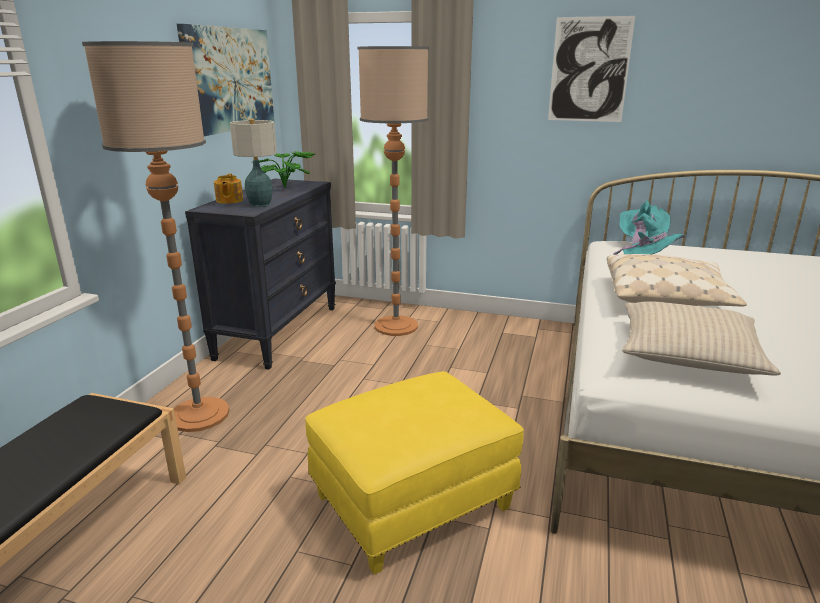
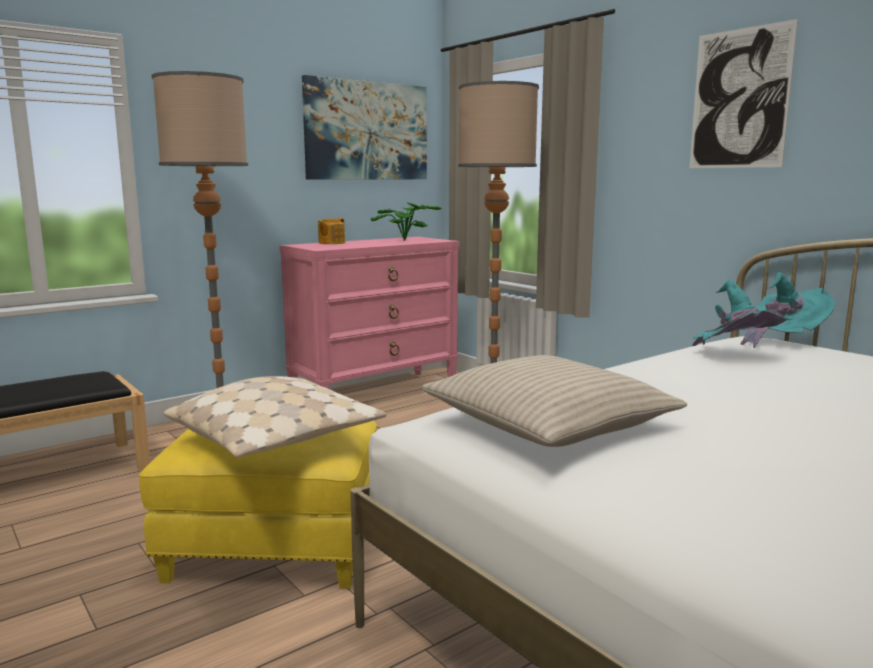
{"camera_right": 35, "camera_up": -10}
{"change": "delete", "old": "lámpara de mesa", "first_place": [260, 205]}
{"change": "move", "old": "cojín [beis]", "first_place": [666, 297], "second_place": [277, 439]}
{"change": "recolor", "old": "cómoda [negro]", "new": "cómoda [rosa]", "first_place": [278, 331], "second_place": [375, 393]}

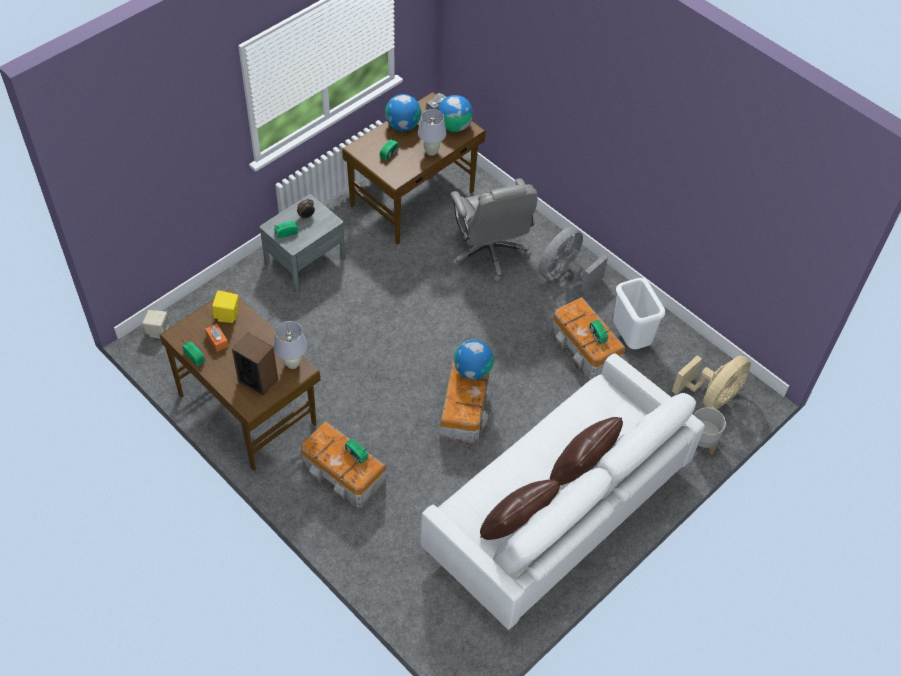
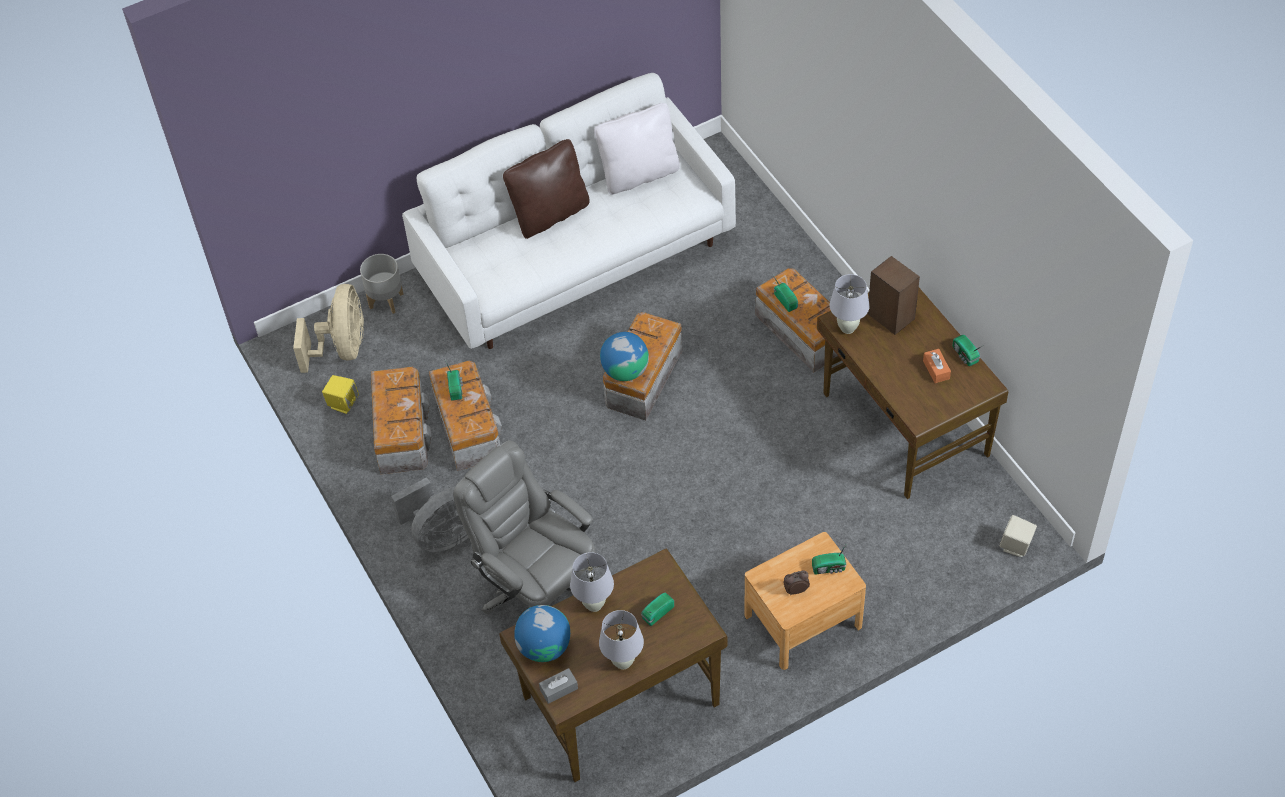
{"camera_right": -160, "camera_up": 0}
{"change": "move", "old": "altavoz [amarillo]", "first_place": [227, 315], "second_place": [343, 403]}
{"change": "replace", "old": "globo terráqueo", "new": "lámpara de mesa [blanco]", "first_place": [403, 125], "second_place": [623, 662]}
{"change": "replace", "old": "papelera [blanco]", "new": "caja de almacenaje", "first_place": [631, 339], "second_place": [402, 432]}
{"change": "recolor", "old": "mesita de noche [gris]", "new": "mesita de noche [marrón]", "first_place": [305, 260], "second_place": [803, 621]}
{"change": "recolor", "old": "cojín [marrón]", "new": "cojín [blanco]", "first_place": [516, 526], "second_place": [639, 174]}
{"change": "rotate", "old": "silla de oficina [gris]", "first_place": [489, 252], "second_place": [537, 588], "degrees": -45}
{"change": "rotate", "old": "ventilador [beis]", "first_place": [712, 397], "second_place": [342, 348], "degrees": 120}

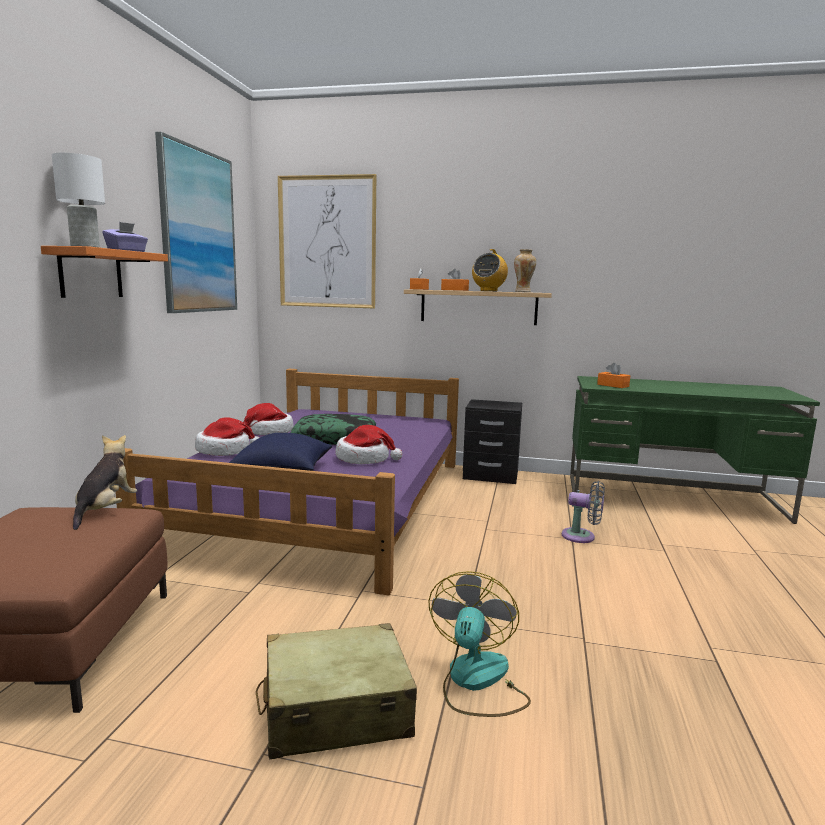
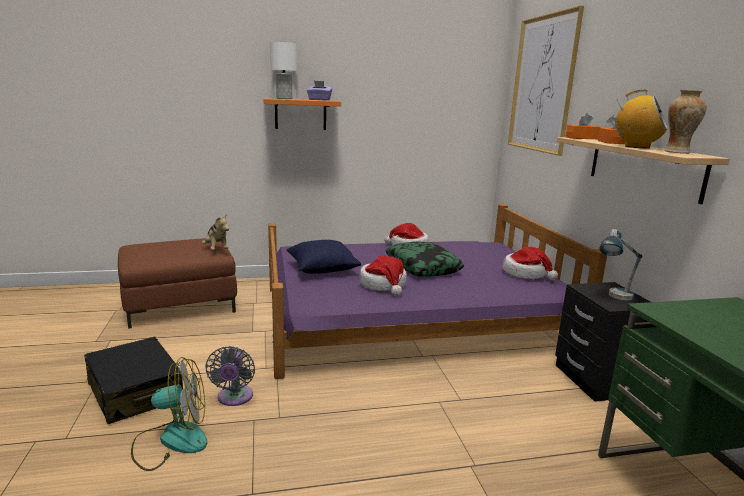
{"camera_right": 65, "camera_up": 5}
{"change": "delete", "old": "cuadro", "first_place": [198, 231]}
{"change": "delete", "old": "caja de pañuelos [naranja]", "first_place": [613, 385]}
{"change": "insert", "new": "lámpara de mesa", "second_place": [614, 297]}
{"change": "move", "old": "sombrero", "first_place": [225, 451], "second_place": [525, 273]}
{"change": "move", "old": "ventilador [gris]", "first_place": [582, 537], "second_place": [234, 398]}
{"change": "recolor", "old": "maleta [beis]", "new": "maleta [negro]", "first_place": [335, 709], "second_place": [135, 392]}
{"change": "rotate", "old": "peluche", "first_place": [105, 510], "second_place": [216, 249], "degrees": 75}
{"change": "rotate", "old": "radio", "first_place": [488, 291], "second_place": [636, 147], "degrees": -150}

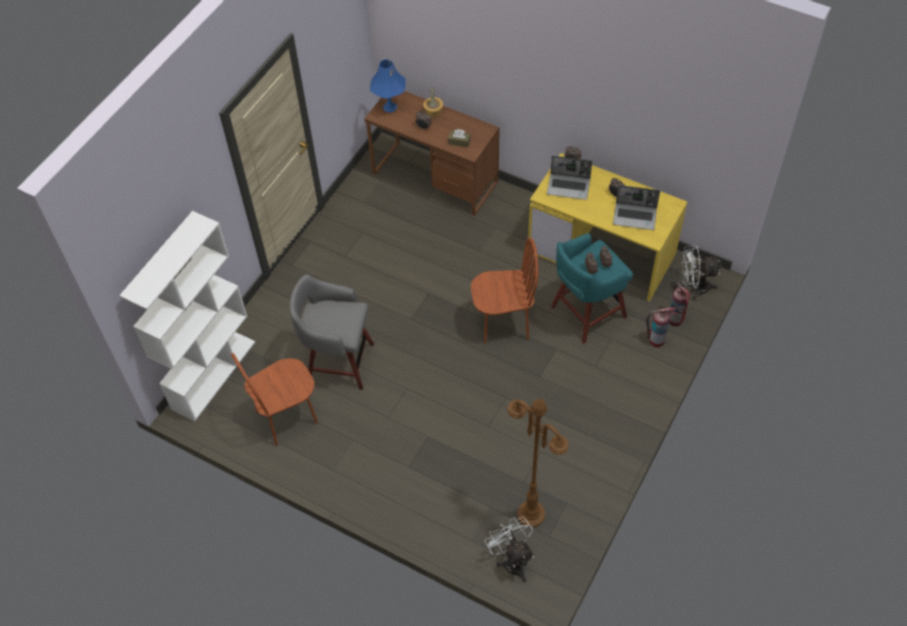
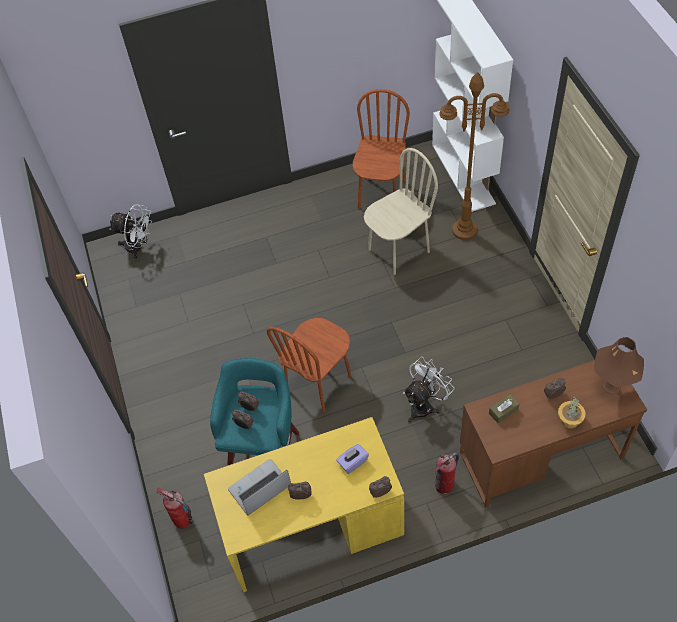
{"camera_right": 135, "camera_up": 0}
{"change": "move", "old": "lámpara de pie [marrón]", "first_place": [531, 515], "second_place": [464, 230]}
{"change": "move", "old": "extintor", "first_place": [656, 340], "second_place": [444, 485]}
{"change": "move", "old": "ventilador [blanco]", "first_place": [694, 287], "second_place": [424, 405]}
{"change": "replace", "old": "taburete [gris]", "new": "silla [beis]", "first_place": [338, 362], "second_place": [398, 250]}
{"change": "replace", "old": "portátil", "new": "caja de pañuelos [morado]", "first_place": [569, 187], "second_place": [352, 462]}
{"change": "recolor", "old": "lámpara de mesa [azul]", "new": "lámpara de mesa [marrón]", "first_place": [390, 107], "second_place": [611, 386]}

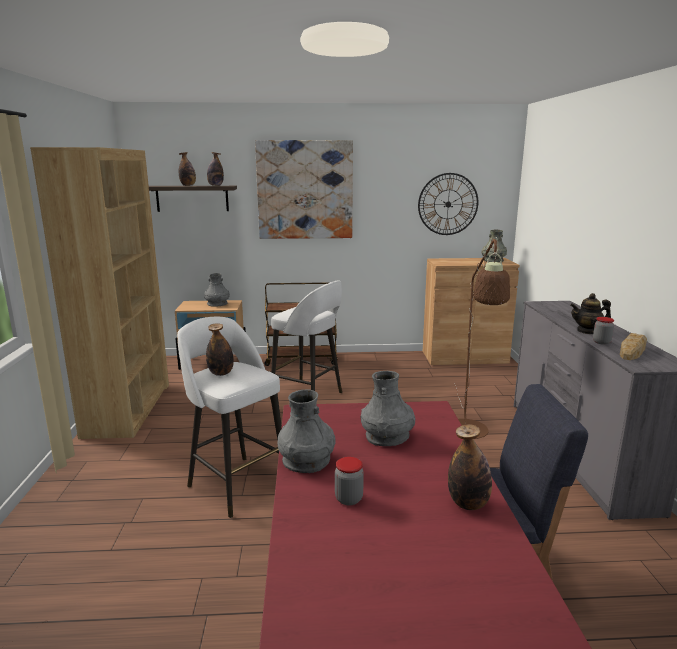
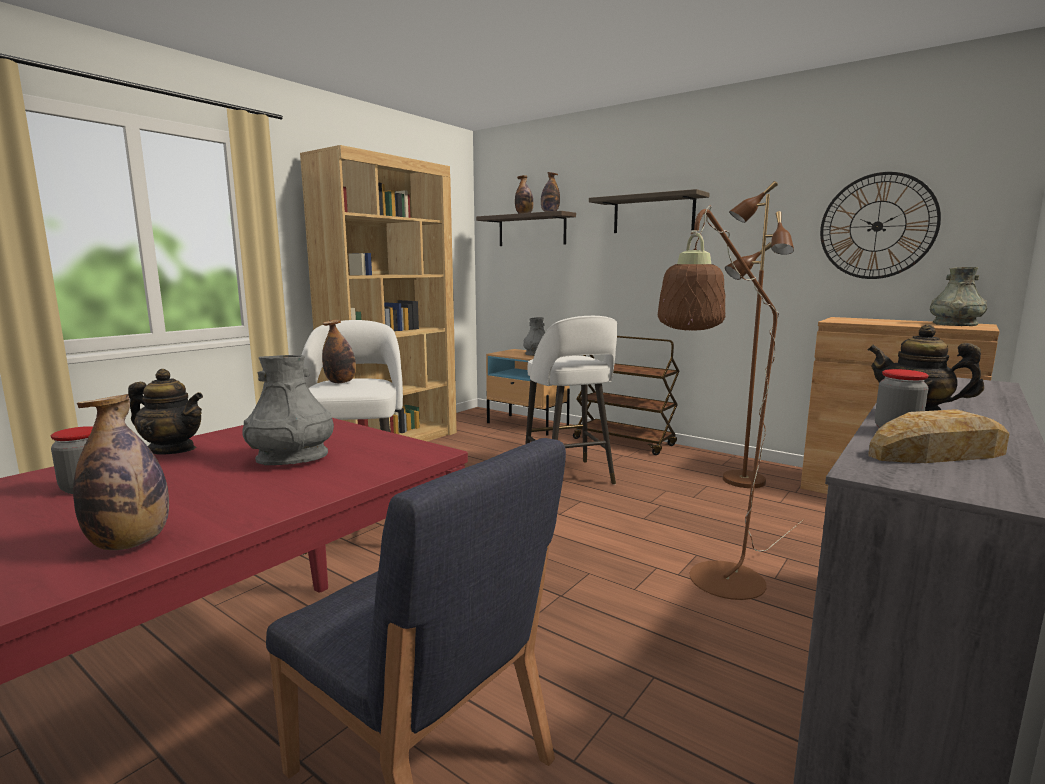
{"camera_right": 40, "camera_up": -5}
{"change": "insert", "new": "lámpara de pie [marrón]", "second_place": [742, 481]}
{"change": "replace", "old": "cuadro", "new": "estante", "first_place": [305, 190], "second_place": [653, 214]}
{"change": "replace", "old": "florero [gris]", "new": "tetera", "first_place": [306, 460], "second_place": [172, 450]}

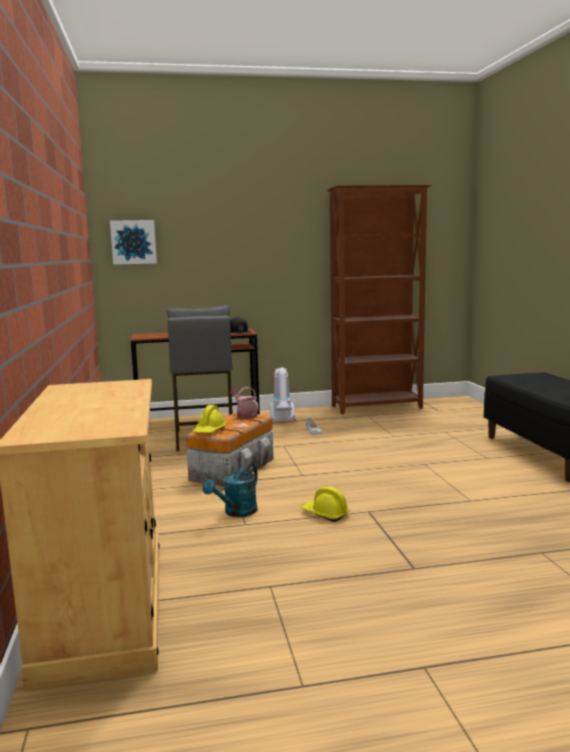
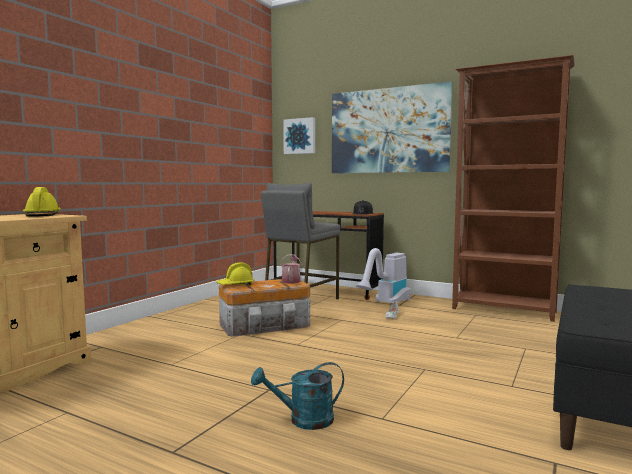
{"camera_right": 40, "camera_up": -5}
{"change": "insert", "new": "cuadro", "second_place": [388, 131]}
{"change": "move", "old": "regadera [turquesa]", "first_place": [236, 512], "second_place": [303, 420]}
{"change": "move", "old": "casco [amarillo]", "first_place": [325, 514], "second_place": [43, 215]}

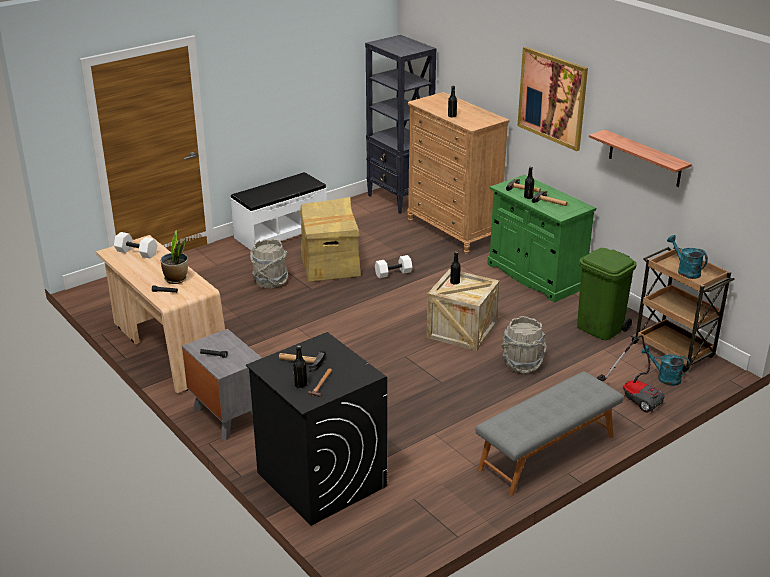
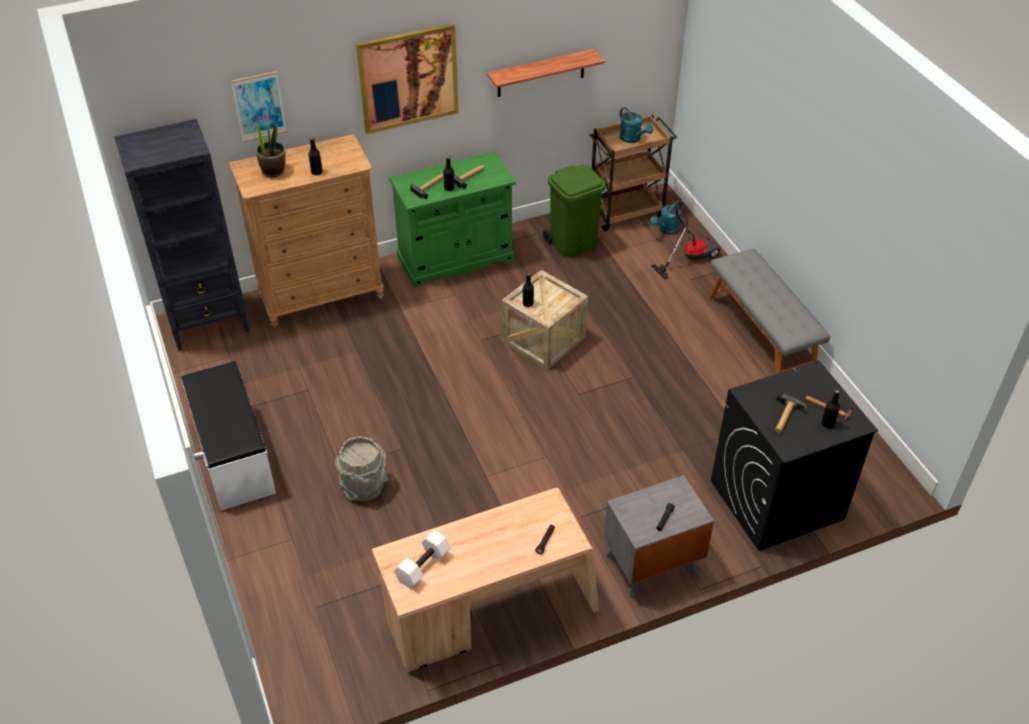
{"camera_right": -75, "camera_up": 15}
{"change": "delete", "old": "caja de cartón", "first_place": [330, 265]}
{"change": "delete", "old": "mancuerna [blanco]", "first_place": [393, 273]}
{"change": "delete", "old": "cubo [gris]", "first_place": [522, 364]}
{"change": "insert", "new": "cuadro", "second_place": [259, 106]}
{"change": "move", "old": "planta en maceta", "first_place": [176, 279], "second_place": [273, 171]}
{"change": "rotate", "old": "regadera [turquesa]", "first_place": [685, 271], "second_place": [633, 139], "degrees": -105}

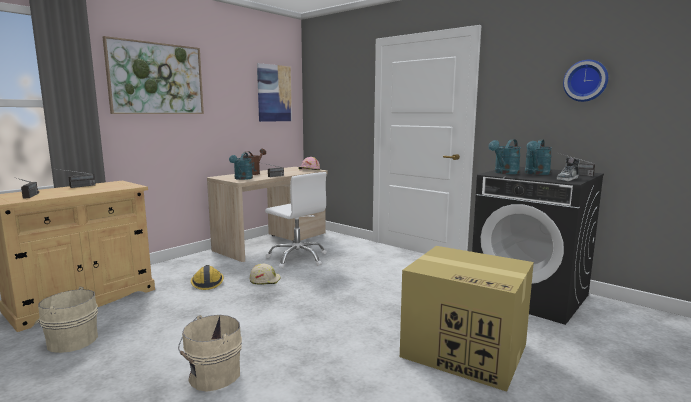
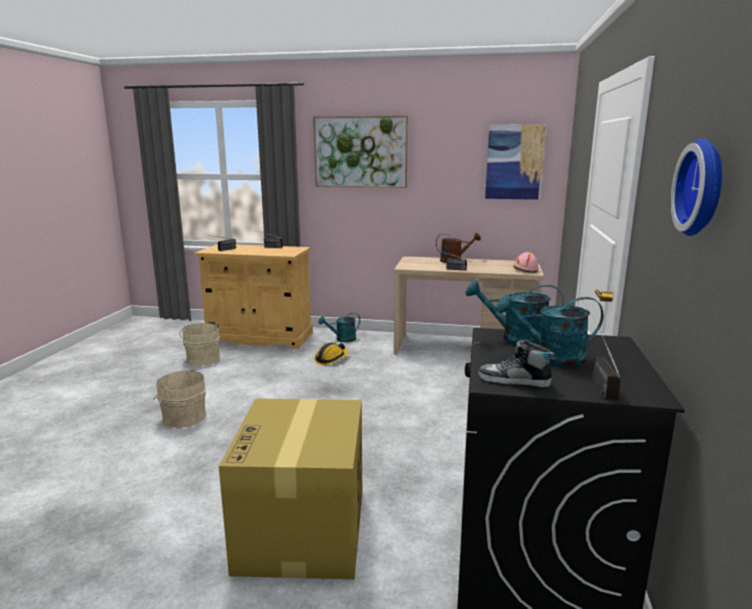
{"camera_right": 60, "camera_up": 5}
{"change": "delete", "old": "casco [beis]", "first_place": [265, 280]}
{"change": "delete", "old": "silla de oficina [blanco]", "first_place": [298, 258]}
{"change": "move", "old": "regadera [turquesa]", "first_place": [242, 178], "second_place": [342, 339]}

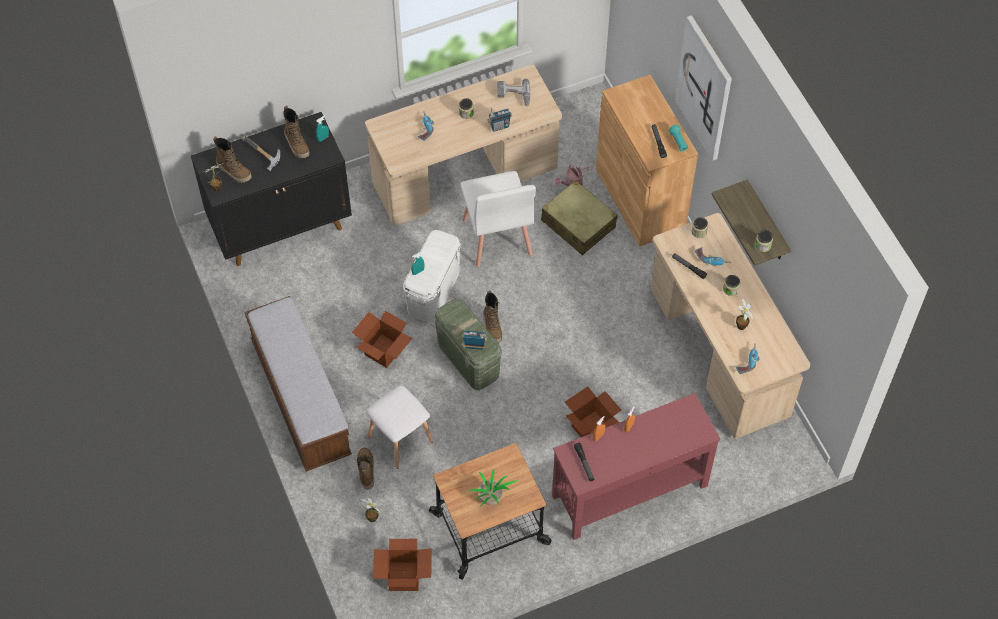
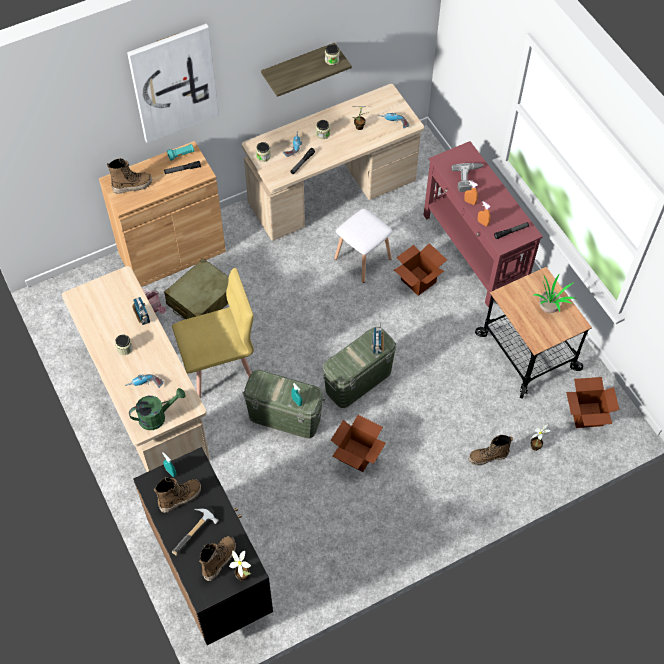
{"camera_right": -95, "camera_up": 0}
{"change": "delete", "old": "banco", "first_place": [301, 398]}
{"change": "insert", "new": "regadera [verde]", "second_place": [157, 416]}
{"change": "move", "old": "taburete [blanco]", "first_place": [399, 438], "second_place": [362, 259]}
{"change": "move", "old": "bota", "first_place": [492, 327], "second_place": [132, 186]}
{"change": "move", "old": "taladro", "first_place": [513, 96], "second_place": [469, 178]}
{"change": "recolor", "old": "caja de almacenaje [blanco]", "new": "caja de almacenaje [verde]", "first_place": [433, 291], "second_place": [284, 417]}
{"change": "recolor", "old": "silla [blanco]", "new": "silla [amarillo]", "first_place": [496, 237], "second_place": [219, 367]}

